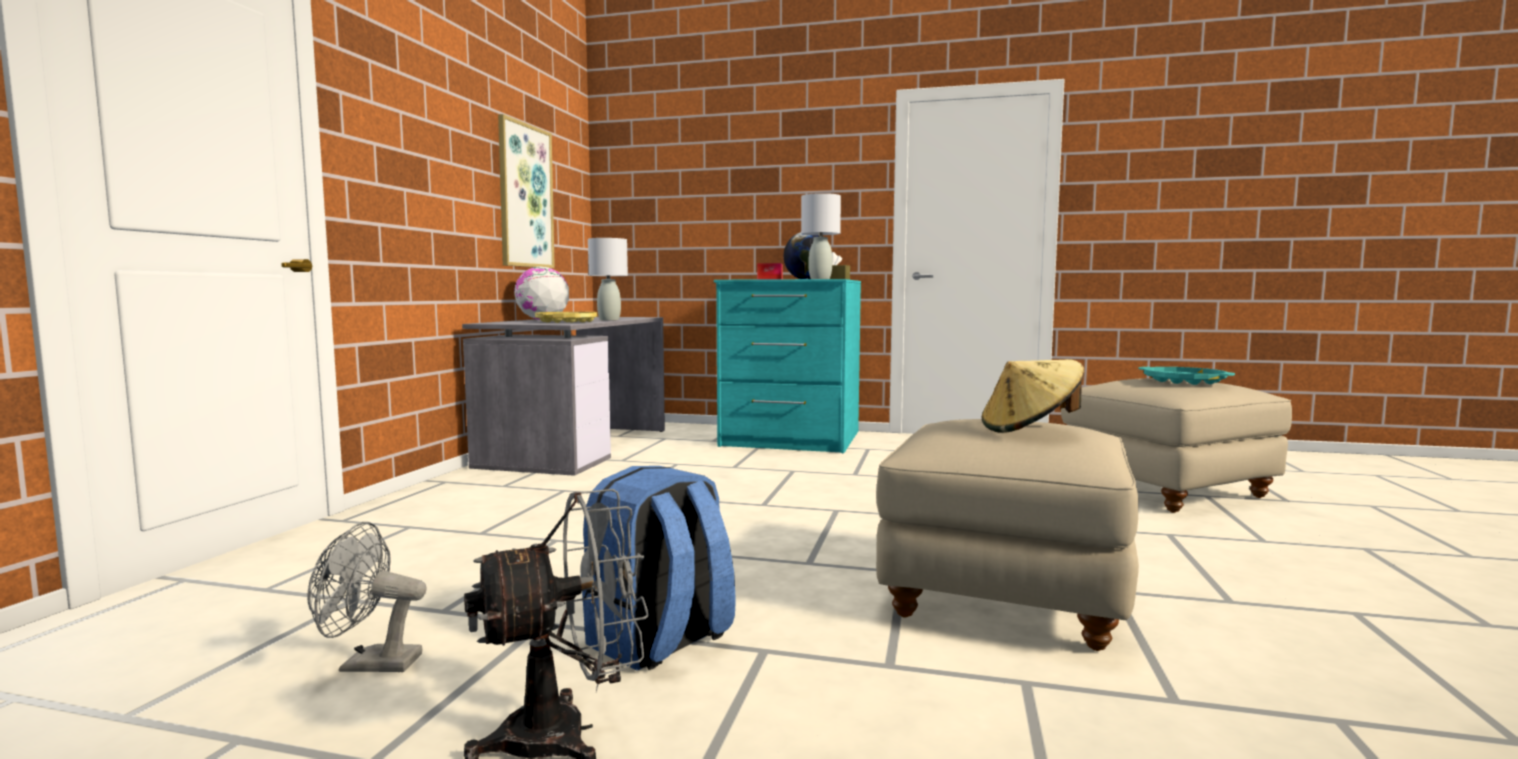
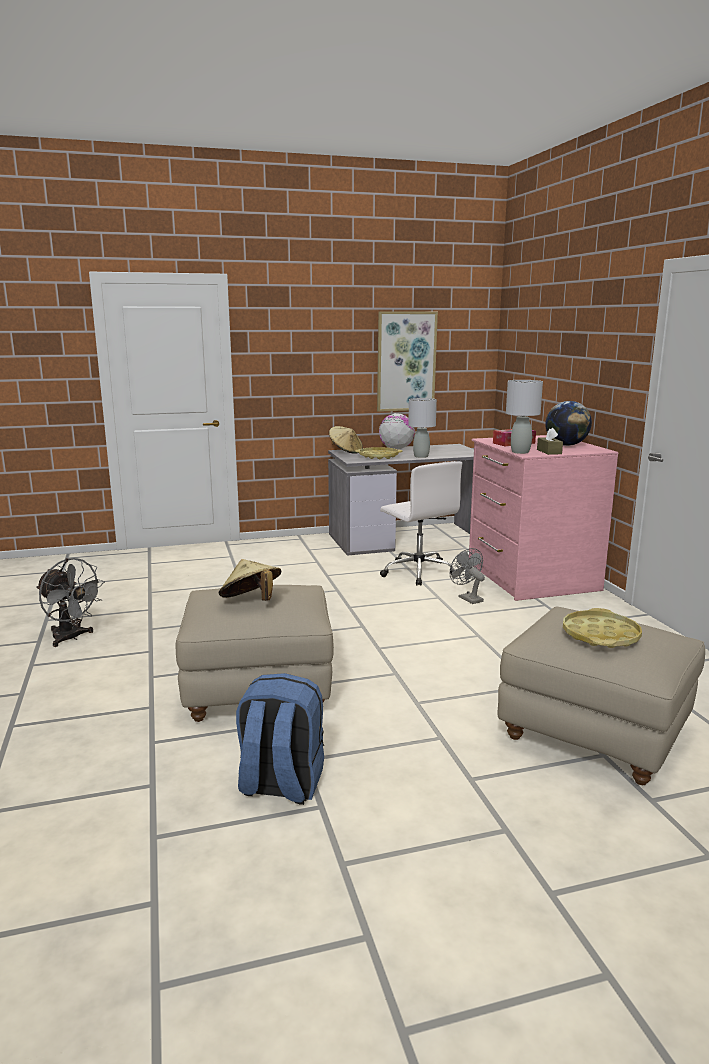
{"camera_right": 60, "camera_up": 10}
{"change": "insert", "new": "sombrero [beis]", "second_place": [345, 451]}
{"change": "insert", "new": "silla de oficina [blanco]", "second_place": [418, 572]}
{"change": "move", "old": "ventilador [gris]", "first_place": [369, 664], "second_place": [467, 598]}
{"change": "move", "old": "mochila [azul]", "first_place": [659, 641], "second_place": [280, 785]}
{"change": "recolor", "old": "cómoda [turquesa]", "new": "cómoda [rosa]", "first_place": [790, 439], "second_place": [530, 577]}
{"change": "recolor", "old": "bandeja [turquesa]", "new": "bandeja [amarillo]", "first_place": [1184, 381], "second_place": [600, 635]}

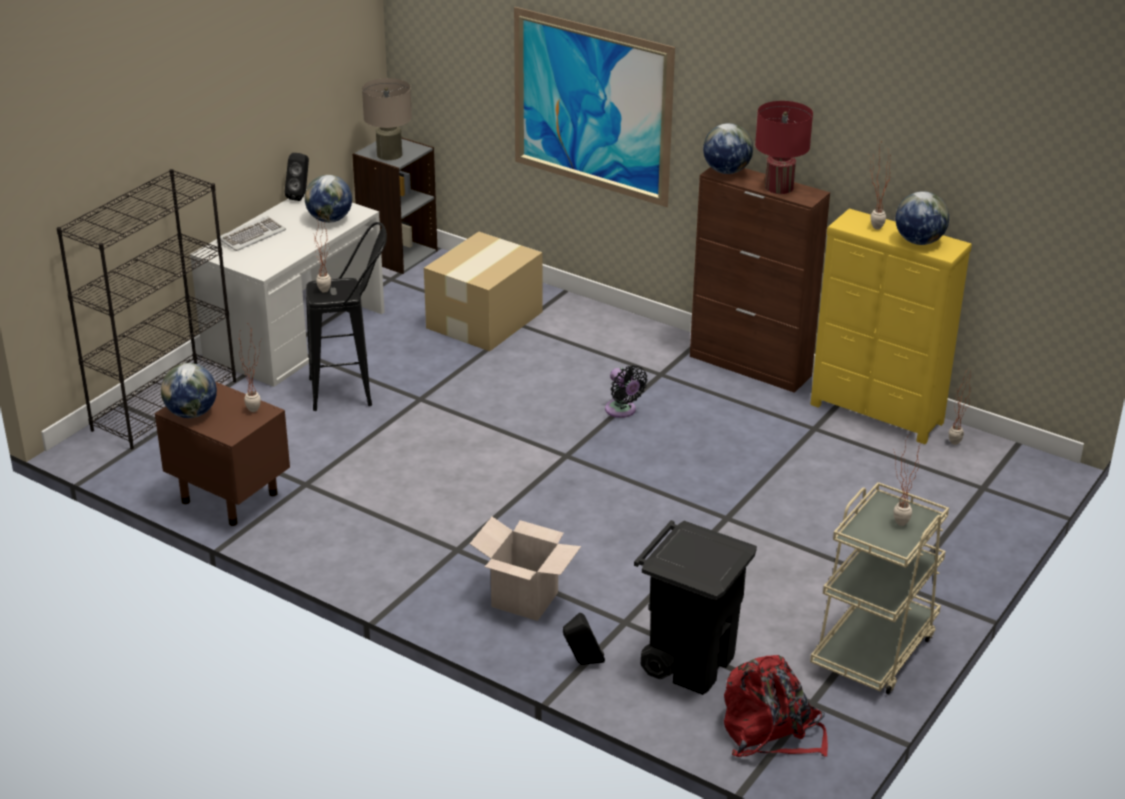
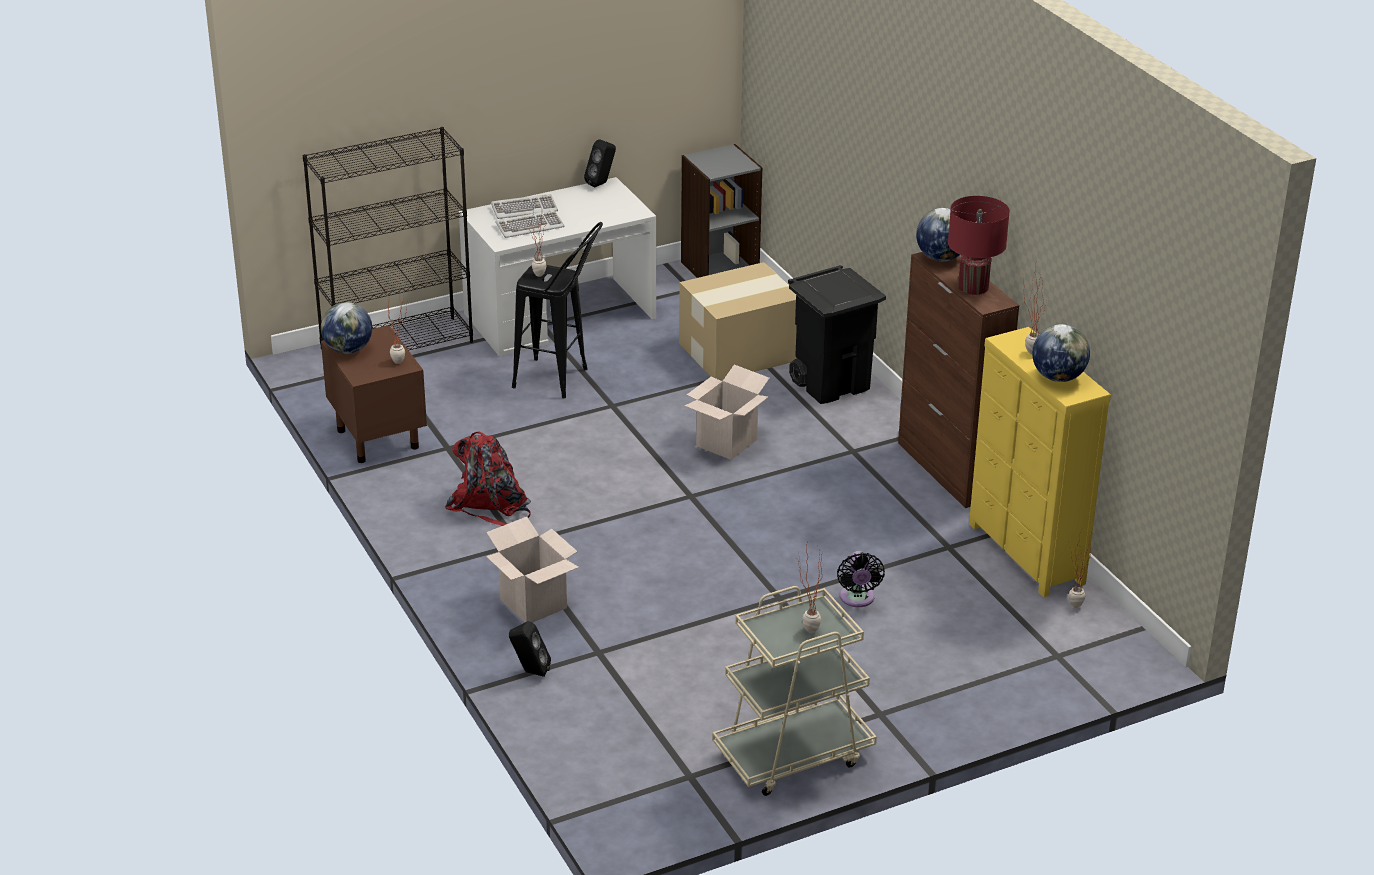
{"camera_right": 30, "camera_up": 0}
{"change": "delete", "old": "globo terráqueo", "first_place": [329, 220]}
{"change": "delete", "old": "lámpara de mesa [beis]", "first_place": [389, 154]}
{"change": "delete", "old": "cuadro", "first_place": [591, 106]}
{"change": "insert", "new": "teclado", "second_place": [530, 226]}
{"change": "insert", "new": "caja de cartón", "second_place": [726, 443]}
{"change": "move", "old": "ventilador [negro]", "first_place": [622, 411], "second_place": [857, 599]}
{"change": "move", "old": "papelera [negro]", "first_place": [689, 661], "second_place": [831, 384]}
{"change": "move", "old": "mochila [rojo]", "first_place": [770, 732], "second_place": [491, 505]}

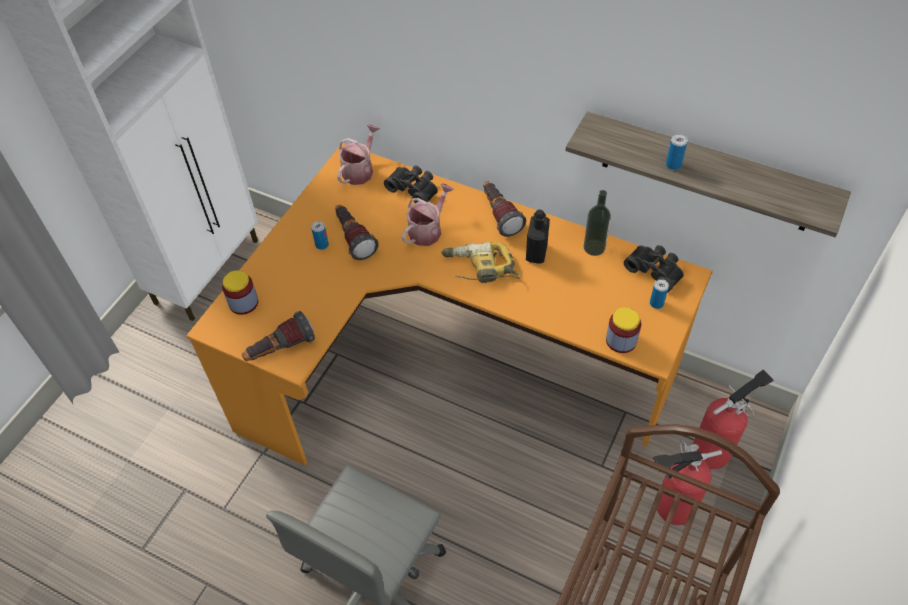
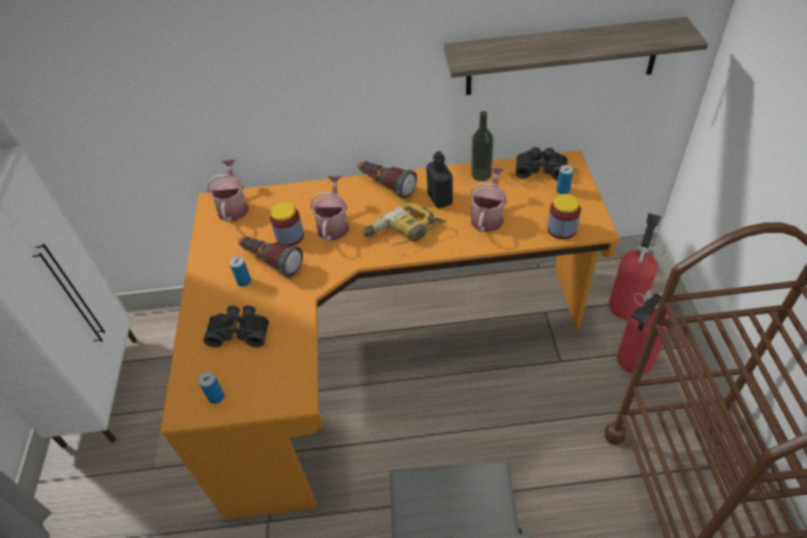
{"camera_right": -30, "camera_up": -5}
{"change": "delete", "old": "linterna", "first_place": [280, 350]}
{"change": "insert", "new": "regadera", "second_place": [488, 216]}
{"change": "move", "old": "tarro", "first_place": [243, 303], "second_place": [290, 236]}
{"change": "move", "old": "prismáticos [negro]", "first_place": [414, 188], "second_place": [240, 331]}
{"change": "move", "old": "lata", "first_place": [673, 165], "second_place": [216, 397]}

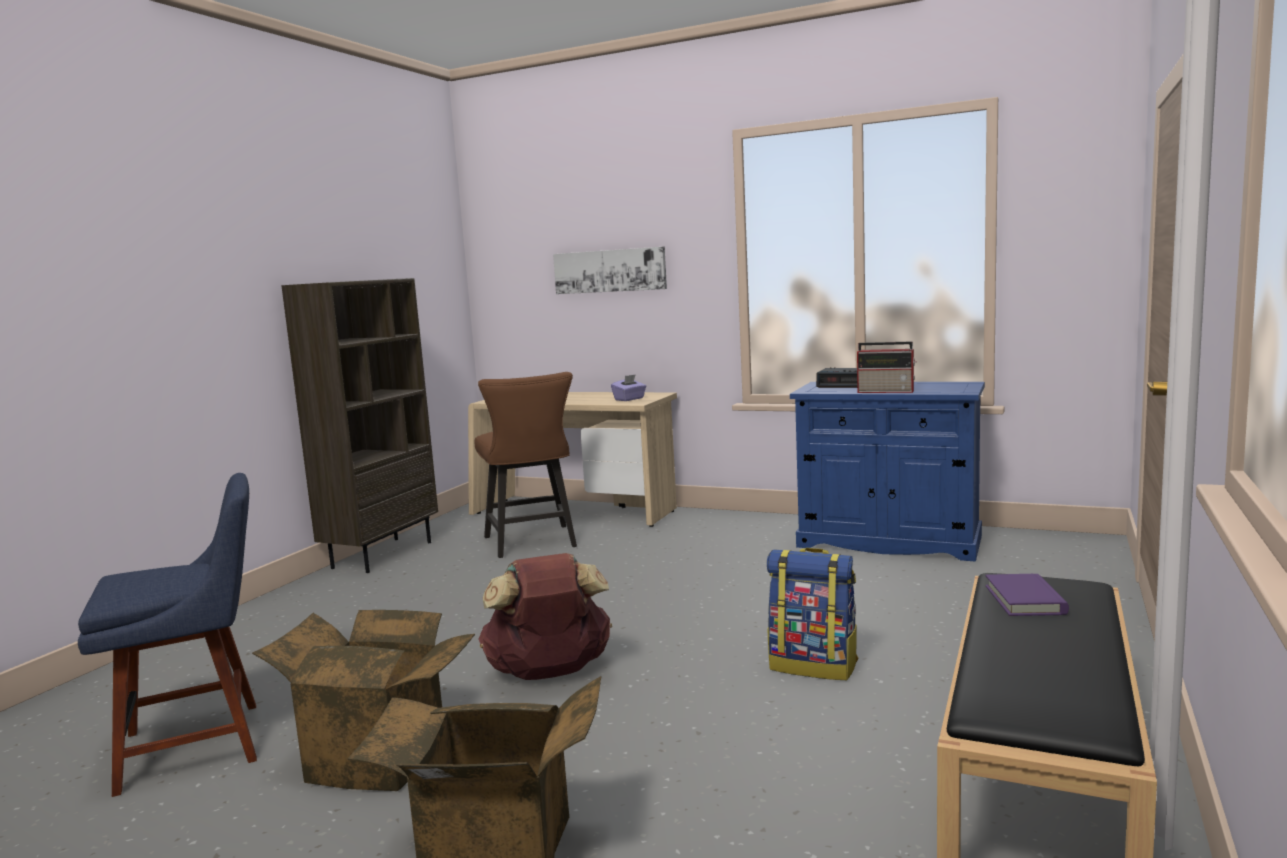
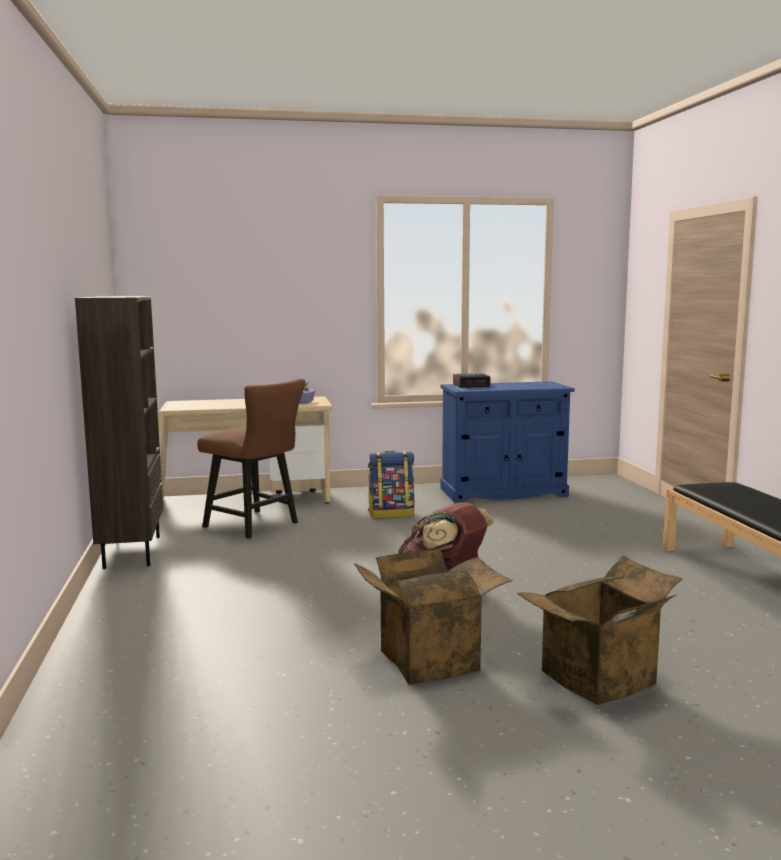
{"camera_right": -35, "camera_up": 0}
{"change": "delete", "old": "silla [azul]", "first_place": [201, 744]}
{"change": "delete", "old": "cuadro", "first_place": [610, 271]}
{"change": "delete", "old": "radio", "first_place": [887, 391]}
{"change": "delete", "old": "libro [morado]", "first_place": [1025, 600]}
{"change": "move", "old": "mochila", "first_place": [814, 665], "second_place": [391, 514]}

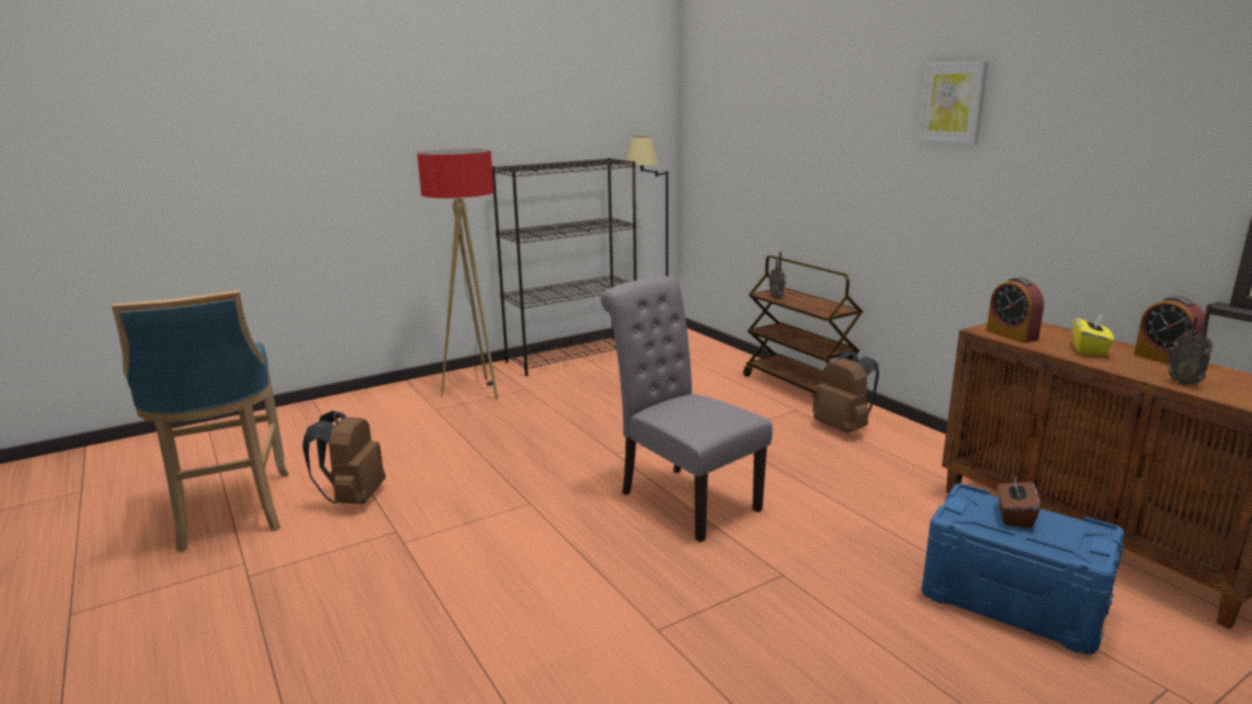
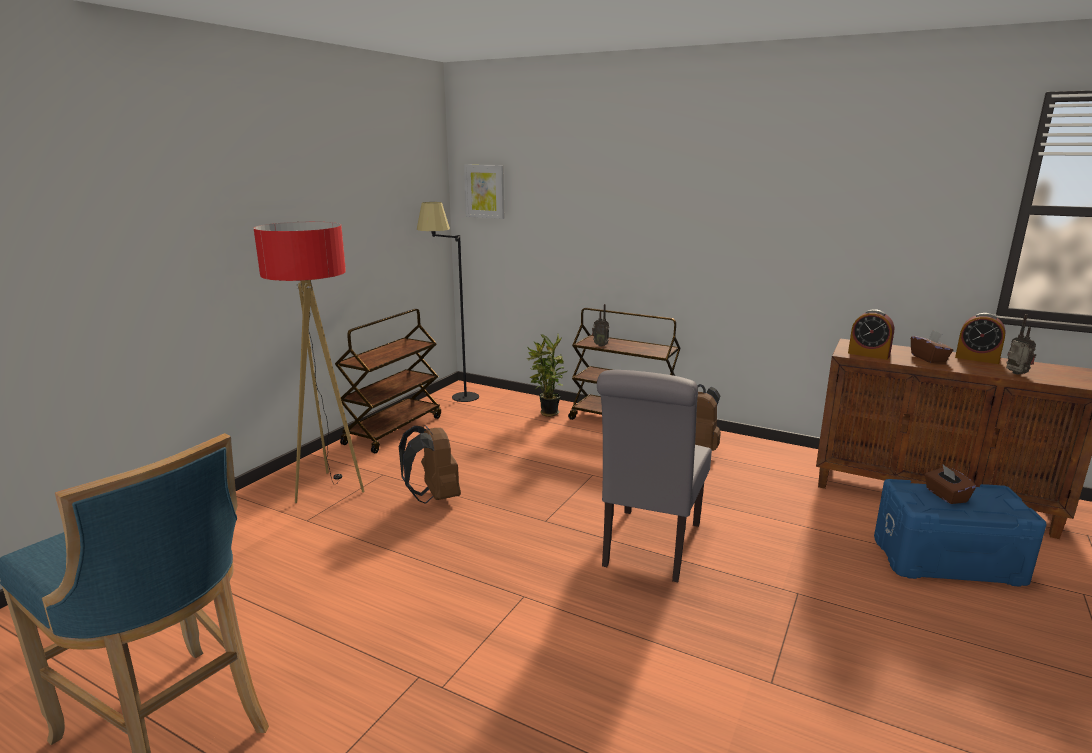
{"camera_right": -30, "camera_up": 0}
{"change": "insert", "new": "planta en maceta", "second_place": [547, 413]}
{"change": "move", "old": "mochila [marrón]", "first_place": [353, 498], "second_place": [434, 497]}
{"change": "move", "old": "cuadro", "first_place": [953, 102], "second_place": [485, 191]}
{"change": "replace", "old": "estantería [negro]", "new": "carrito [marrón]", "first_place": [573, 356], "second_place": [393, 430]}
{"change": "recolor", "old": "caja de pañuelos [amarillo]", "new": "caja de pañuelos [marrón]", "first_place": [1089, 349], "second_place": [929, 358]}
{"change": "rotate", "old": "silla [gris]", "first_place": [682, 498], "second_place": [649, 548], "degrees": -90}
{"change": "rotate", "old": "radio", "first_place": [1183, 382], "second_place": [1015, 374], "degrees": -135}

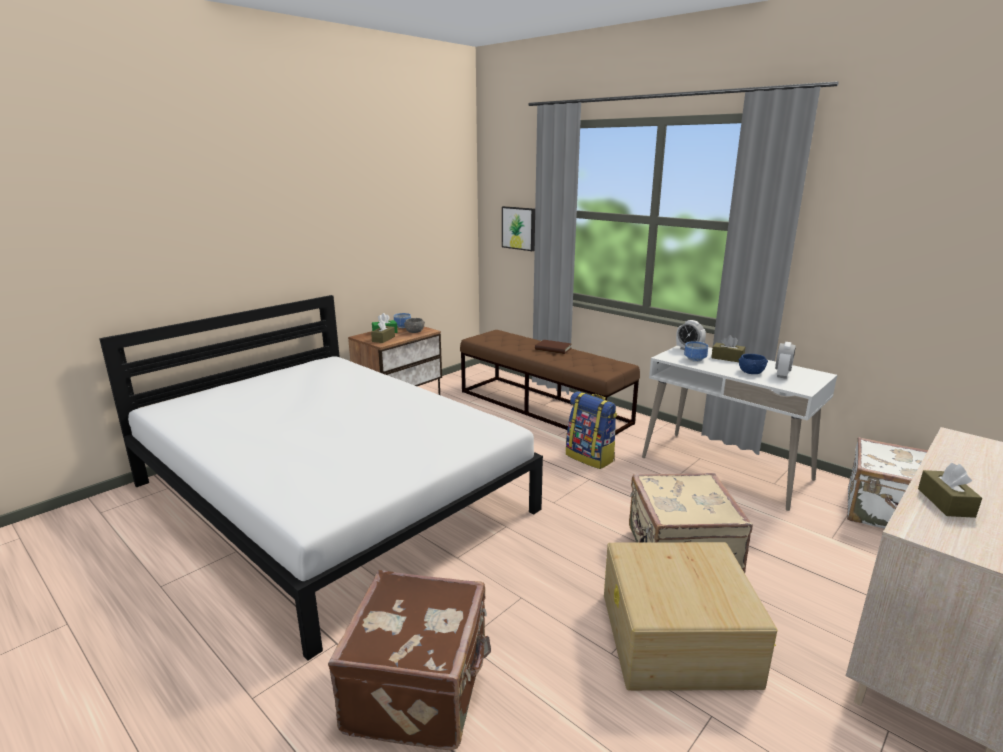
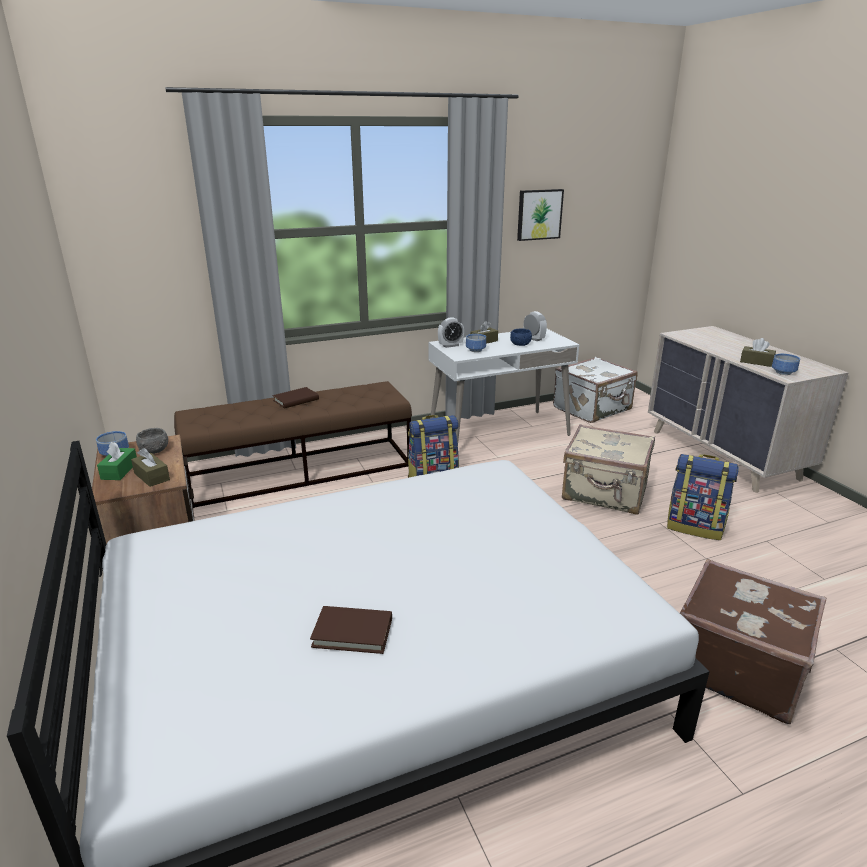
{"camera_right": -65, "camera_up": 5}
{"change": "insert", "new": "libro [marrón]", "second_place": [352, 632]}
{"change": "insert", "new": "cuenco", "second_place": [784, 373]}
{"change": "move", "old": "cuadro", "first_place": [519, 228], "second_place": [539, 214]}
{"change": "replace", "old": "caja de almacenaje [beis]", "new": "mochila", "first_place": [677, 638], "second_place": [695, 527]}

